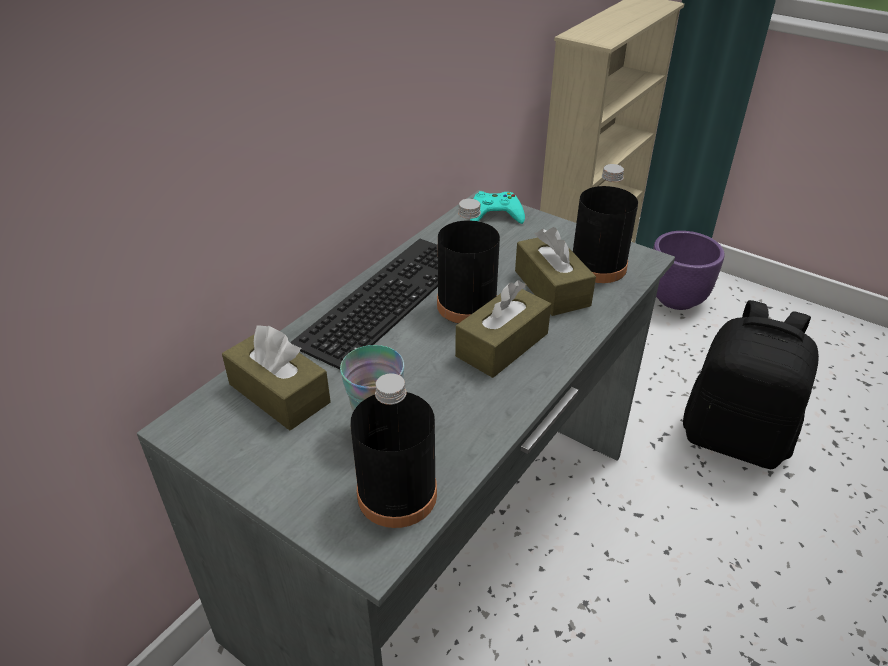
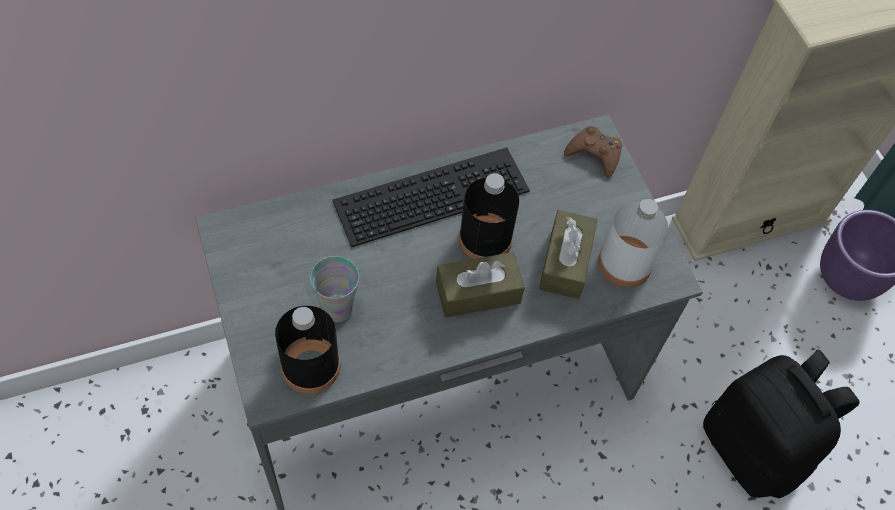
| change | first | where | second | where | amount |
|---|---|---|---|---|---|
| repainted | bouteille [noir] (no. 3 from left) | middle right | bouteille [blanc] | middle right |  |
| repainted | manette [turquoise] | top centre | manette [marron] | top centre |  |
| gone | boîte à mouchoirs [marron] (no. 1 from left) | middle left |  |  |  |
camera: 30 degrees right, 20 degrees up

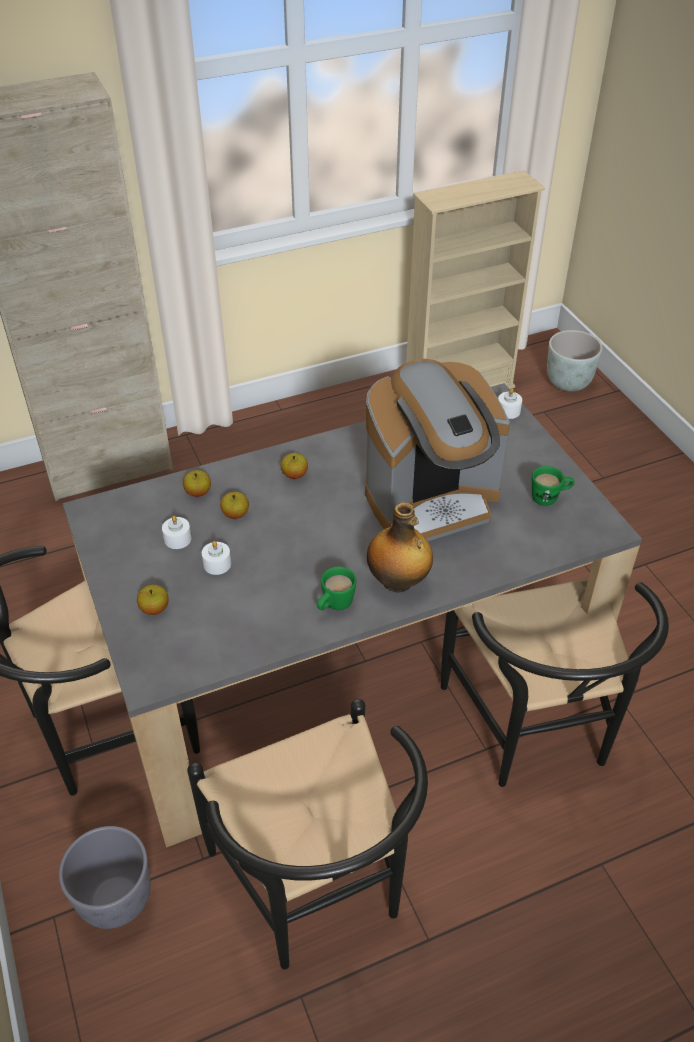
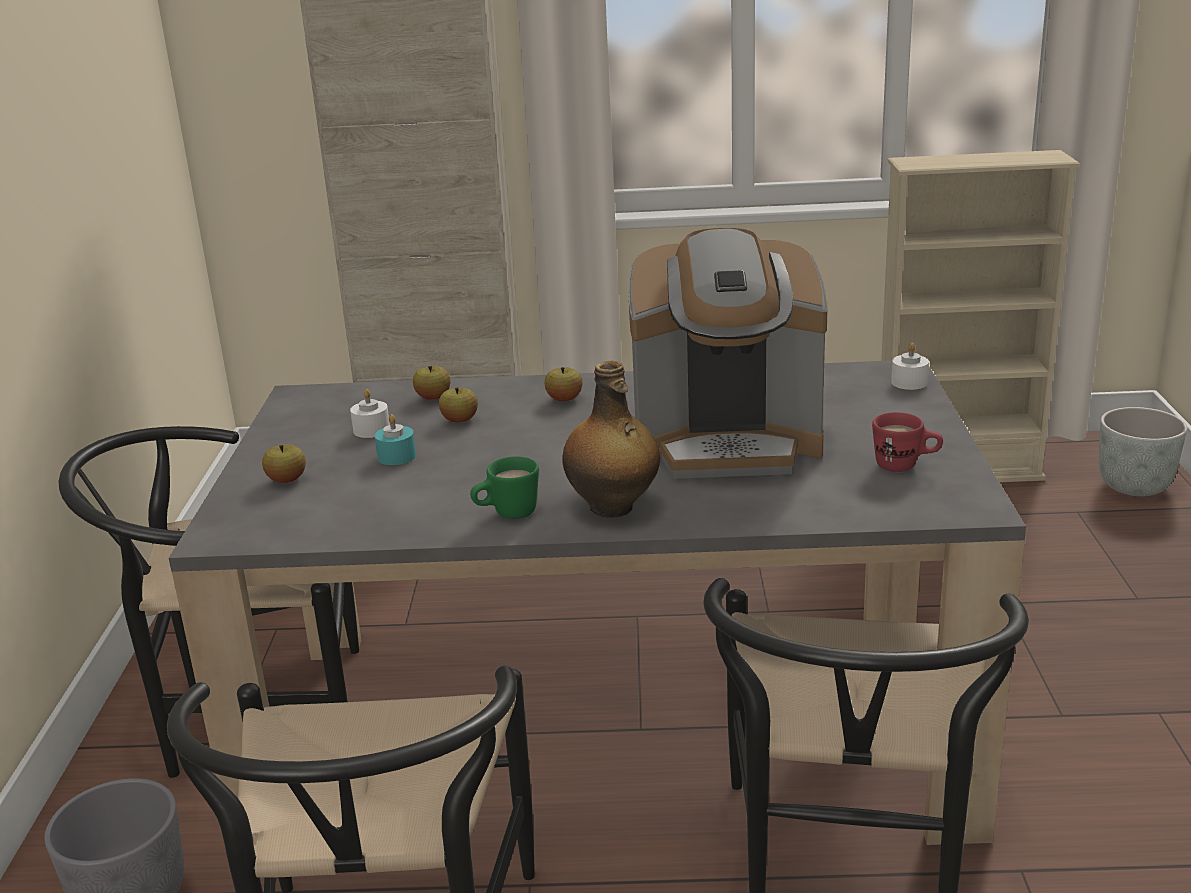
| change | first | where | second | where | amount |
|---|---|---|---|---|---|
| repainted | mug [vert] (no. 2 from left) | middle right | mug [rouge] | middle right |  |
| repainted | bougie [blanc] (no. 2 from left) | middle left | bougie [turquoise] | middle left |  |
camera: 25 degrees right, 20 degrees down

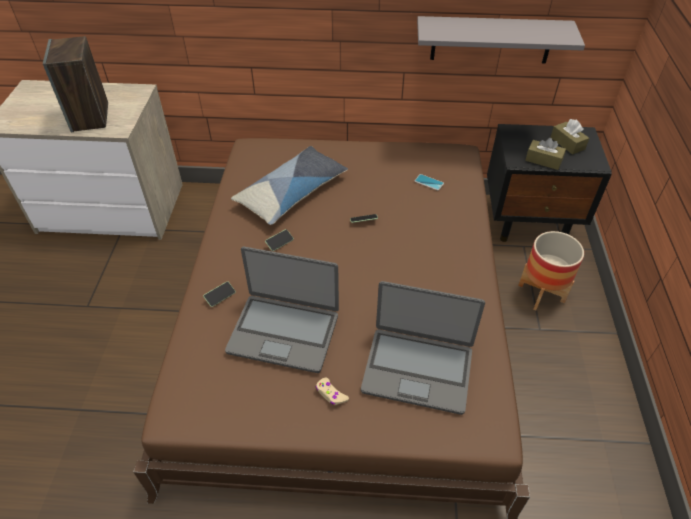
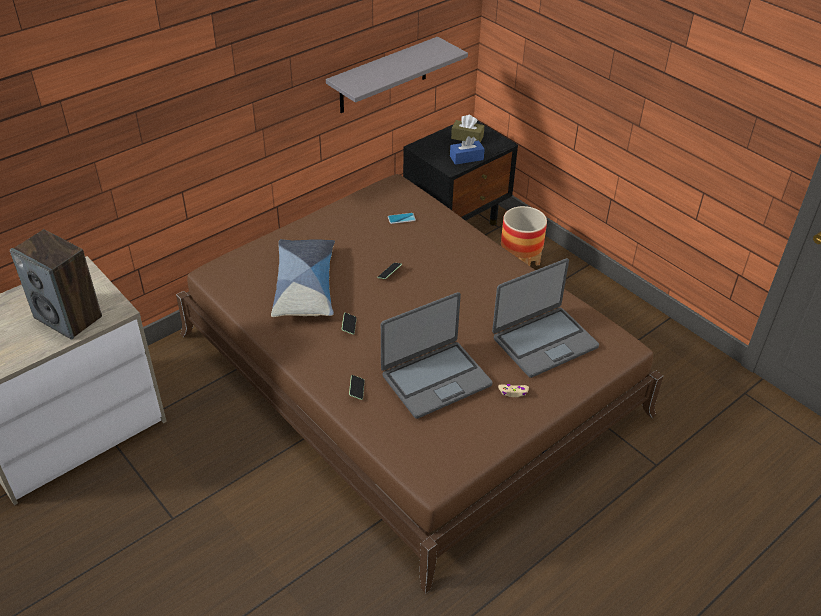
| change | first | where | second | where | amount |
|---|---|---|---|---|---|
| repainted | boîte à mouchoirs [marron] (no. 1 from left) | top right | boîte à mouchoirs [bleu] | top centre |  |
camera: 45 degrees left, 5 degrees down

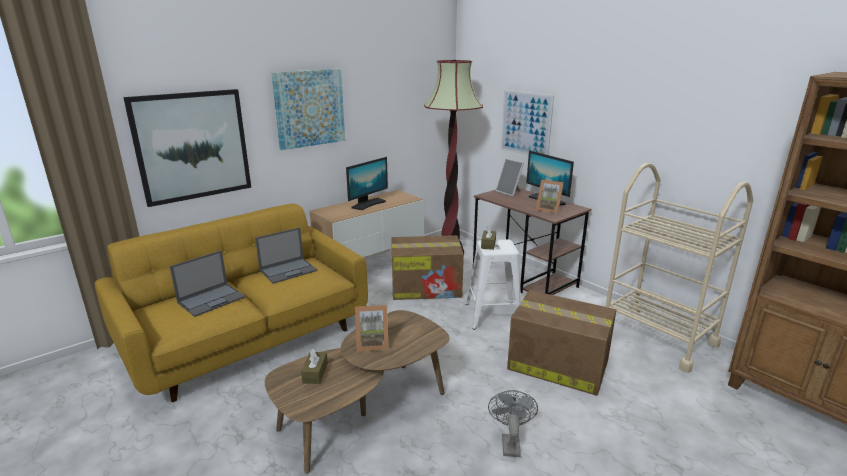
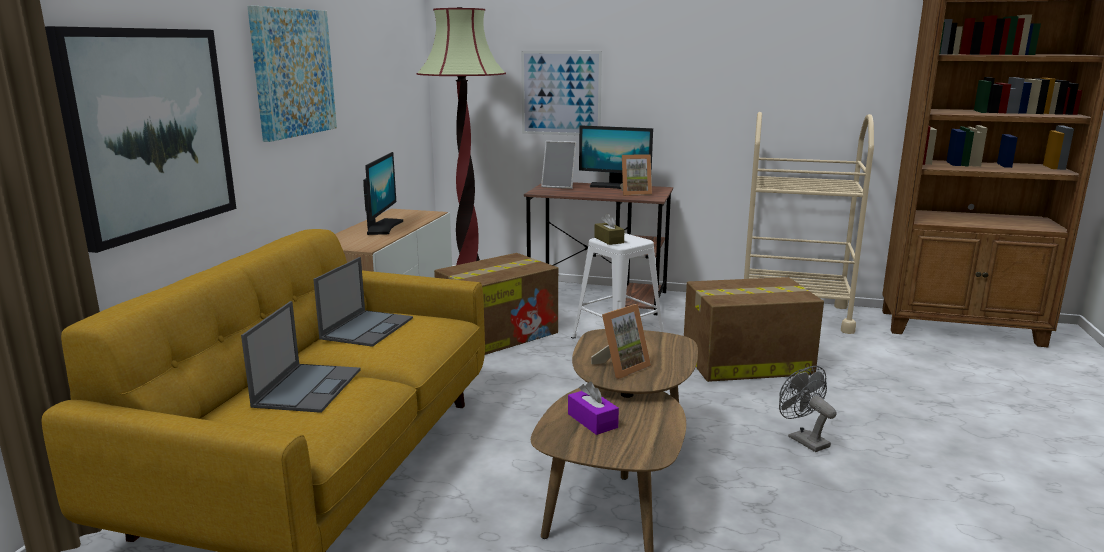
| change | first | where | second | where | amount |
|---|---|---|---|---|---|
| repainted | boîte à mouchoirs [marron] (no. 1 from left) | bottom centre | boîte à mouchoirs [violet] | bottom centre |  |
camera: 35 degrees left, 5 degrees down

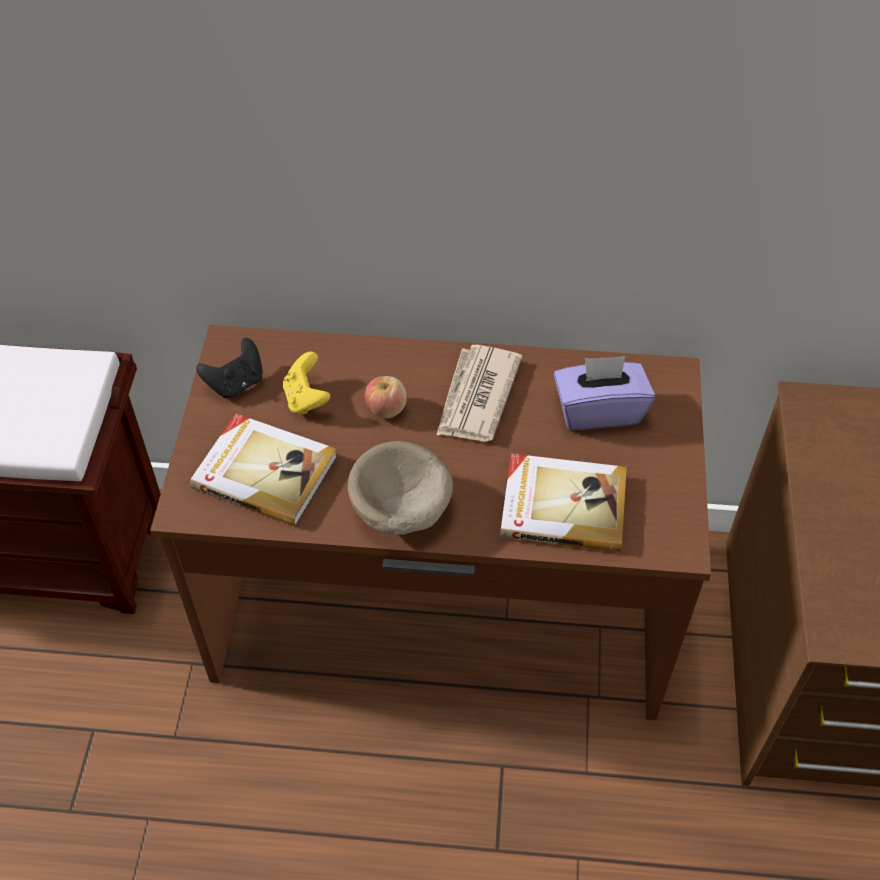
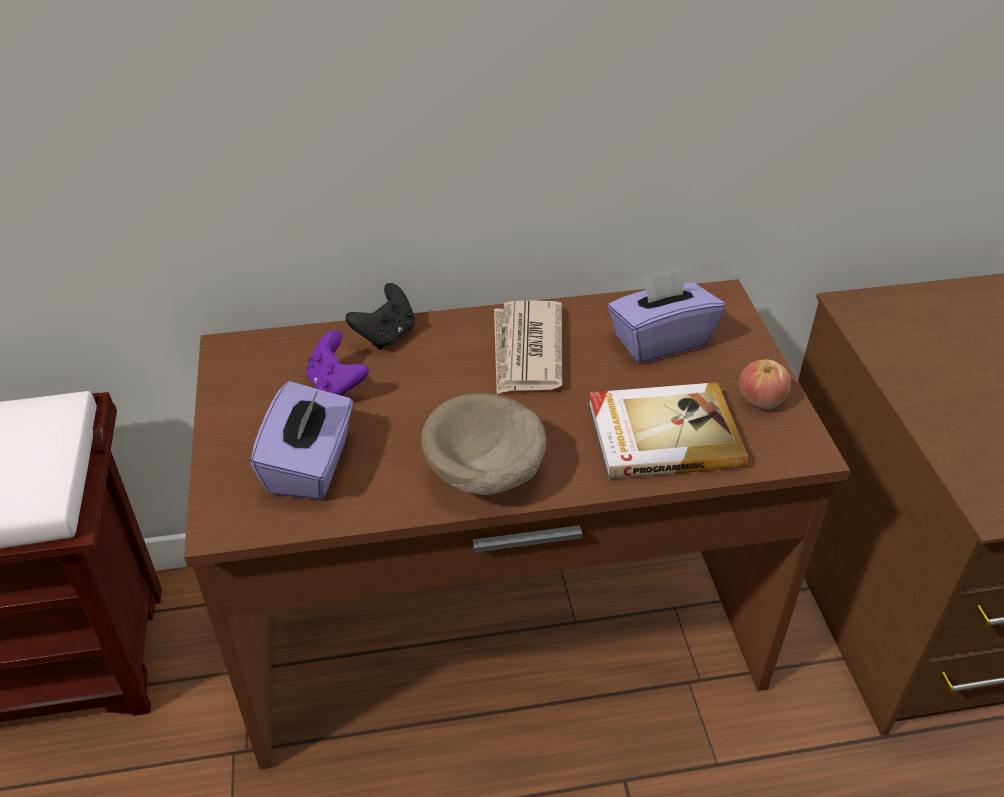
| change | first | where | second | where | amount |
|---|---|---|---|---|---|
| shifted | manette [noir] | middle left |  | centre |  |
| repainted | manette [jaune] | centre | manette [violet] | centre |  |
| shifted | pomme | centre |  | middle right |  |
| swapped | livre (no. 1 from left) | middle left | boîte à mouchoirs [violet] (no. 1 from left) | middle left |  |
camera: 15 degrees left, 10 degrees down

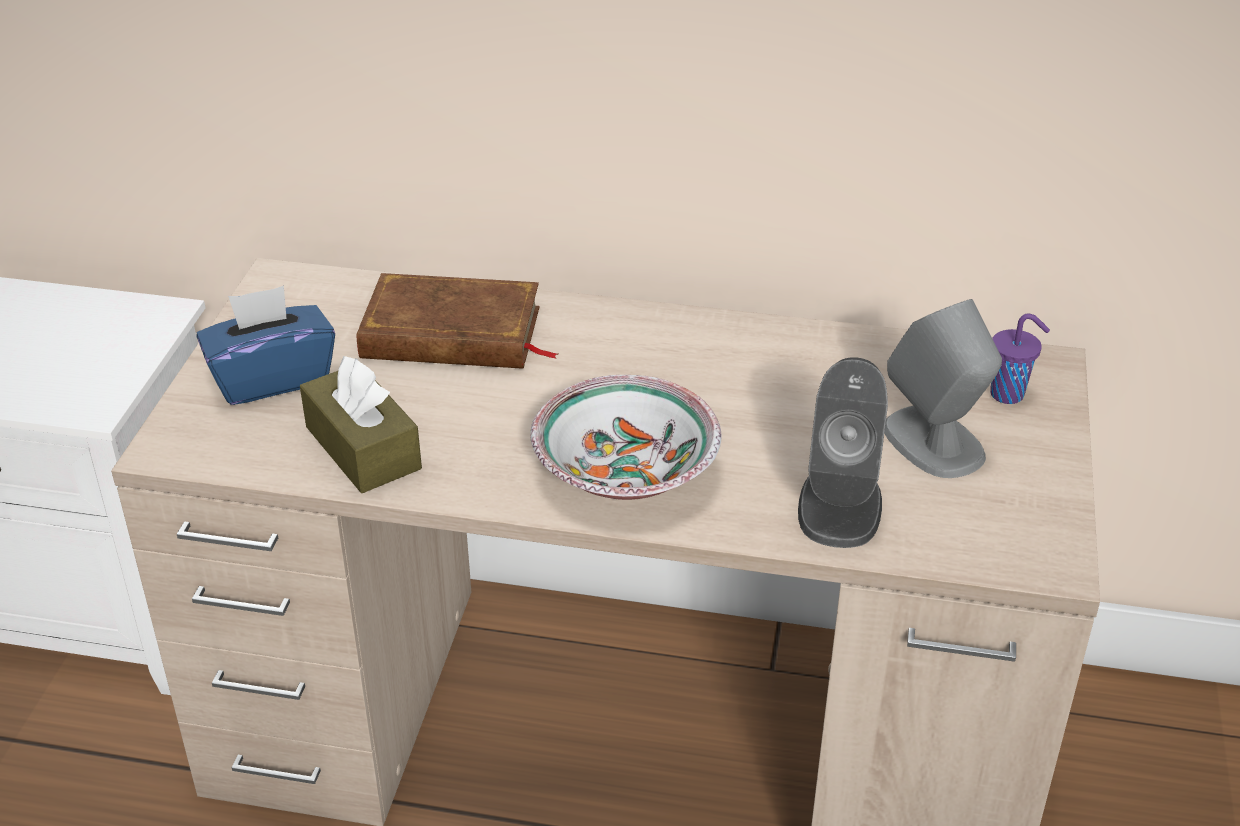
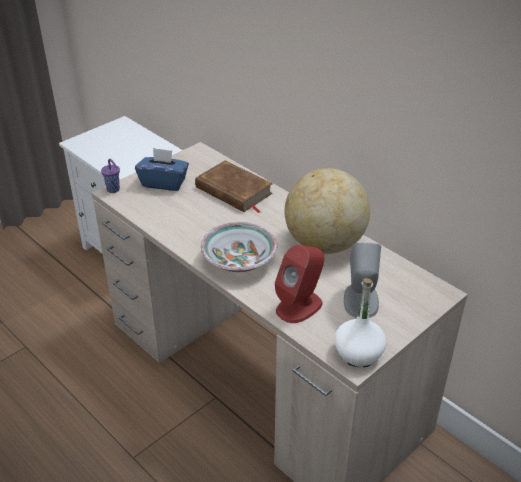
| change | first | where | second | where | amount |
|---|---|---|---|---|---|
| shifted | tasse [violet] | middle right |  | middle left |  |
| gone | boîte à mouchoirs [marron] | middle left |  |  |  |
| repainted | enceinte [gris] (no. 1 from left) | middle right | enceinte [rouge] | centre |  |
| new |  |  | globe | centre |  |
| new |  |  | bouteille [blanc] | bottom right |  |
camera: 35 degrees right, 0 degrees up

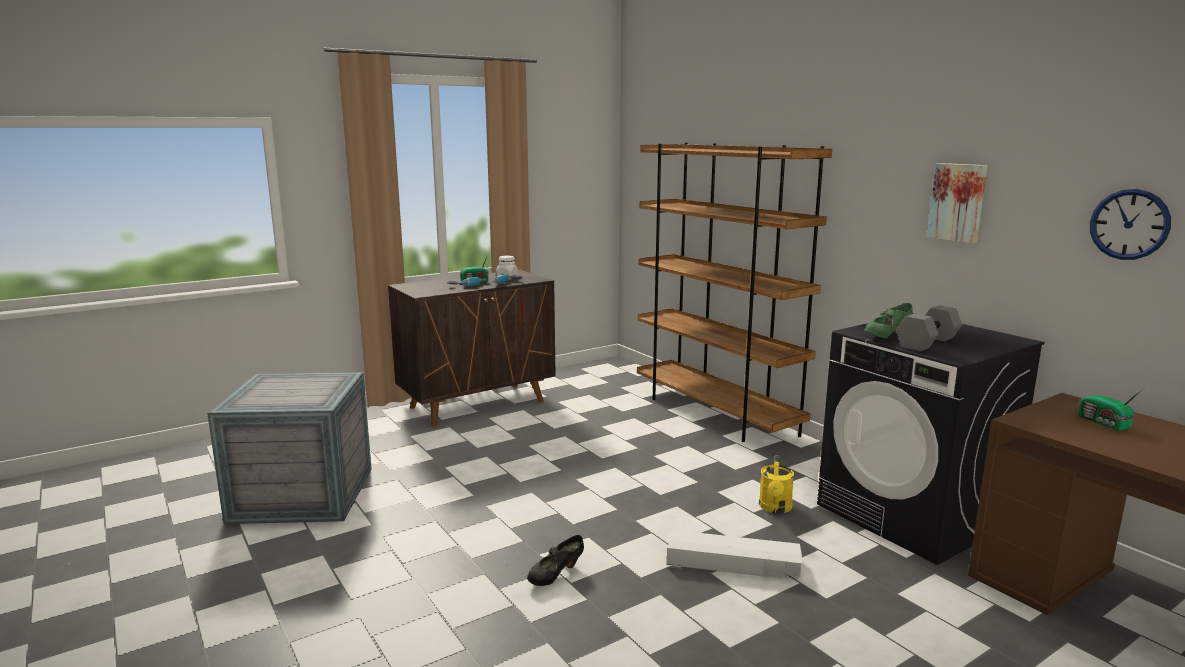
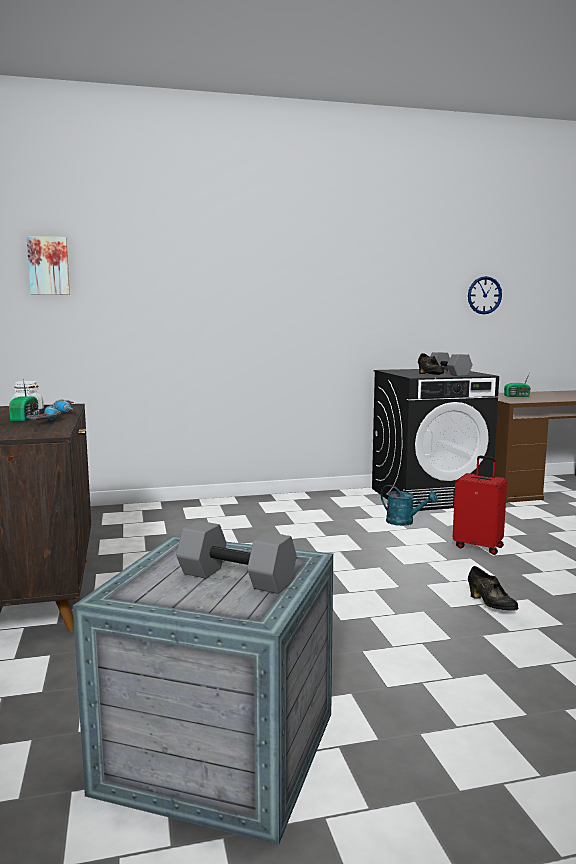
| change | first | where | second | where | amount |
|---|---|---|---|---|---|
| gone | bibliothèque [marron] | centre |  |  |  |
| shifted | tableau | top right |  | top left |  |
| repainted | chaussure [vert] | middle right | chaussure [noir] (no. 1 from left) | middle right |  |
| repainted | arrosoir [jaune] | bottom centre | arrosoir [turquoise] | middle right |  |
| swapped | boîte de rangement [blanc] | bottom centre | valise [rouge] | middle right |  |
| new |  |  | haltère [gris] (no. 1 from left) | centre |  |
camera: 70 degrees left, 5 degrees down

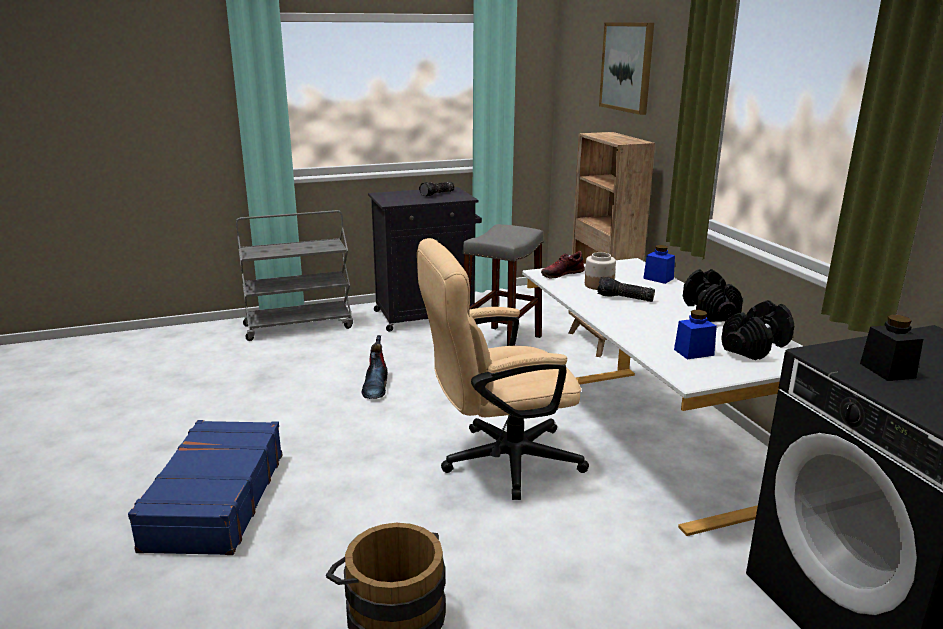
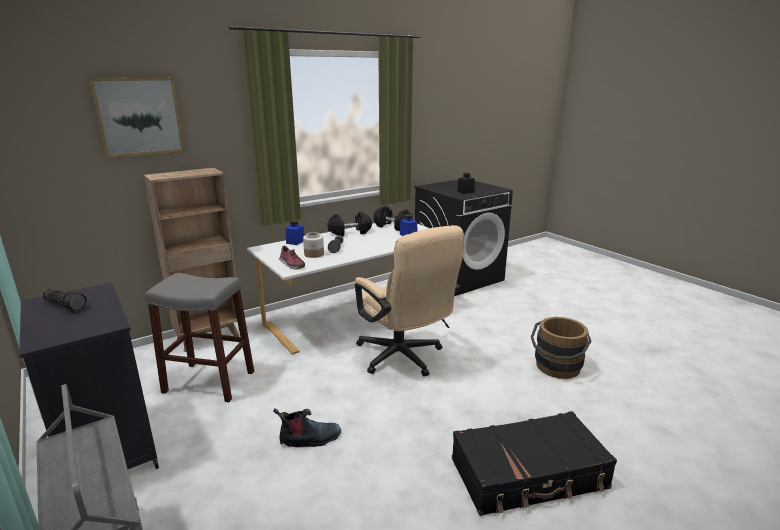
| change | first | where | second | where | amount |
|---|---|---|---|---|---|
| repainted | valise [bleu] | bottom left | valise [noir] | bottom right |  |
camera: 105 degrees left, 0 degrees up

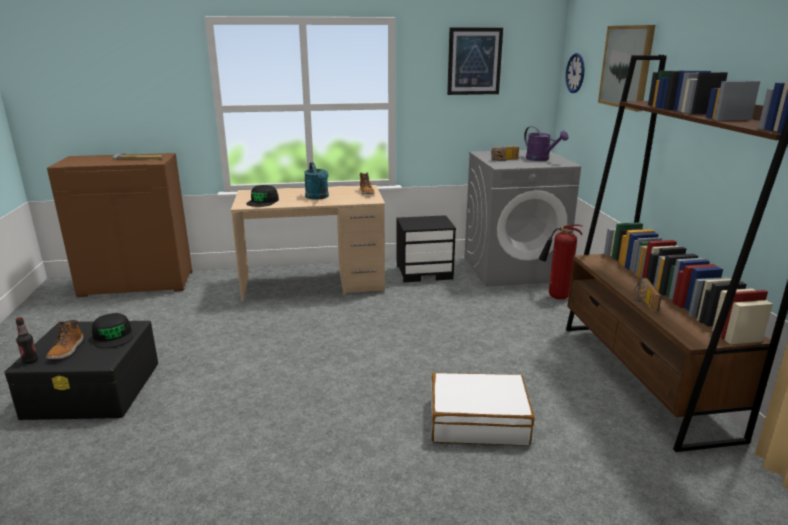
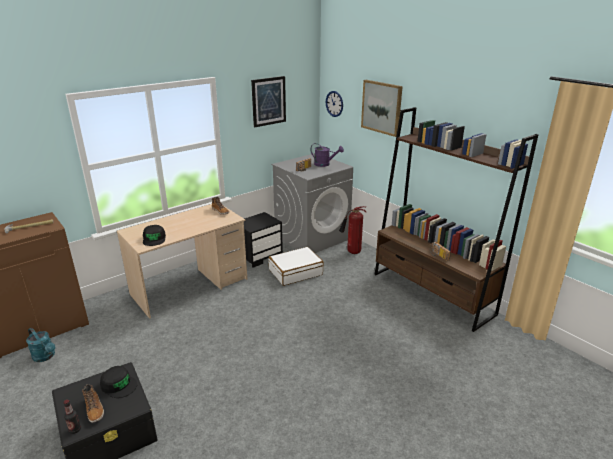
| change | first | where | second | where | amount |
|---|---|---|---|---|---|
| shifted | arrosoir [turquoise] | centre |  | bottom left |  |
| shifted | valise [blanc] | bottom centre |  | centre |  |
camera: 30 degrees left, 5 degrees up

